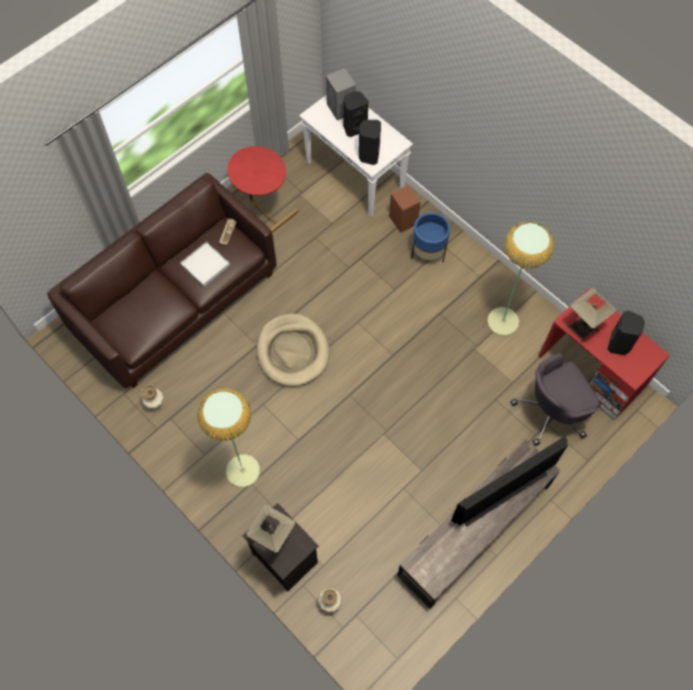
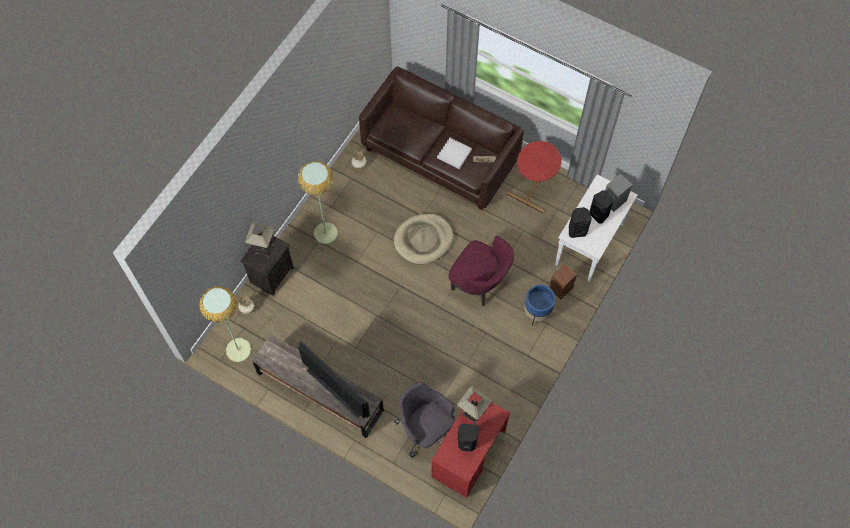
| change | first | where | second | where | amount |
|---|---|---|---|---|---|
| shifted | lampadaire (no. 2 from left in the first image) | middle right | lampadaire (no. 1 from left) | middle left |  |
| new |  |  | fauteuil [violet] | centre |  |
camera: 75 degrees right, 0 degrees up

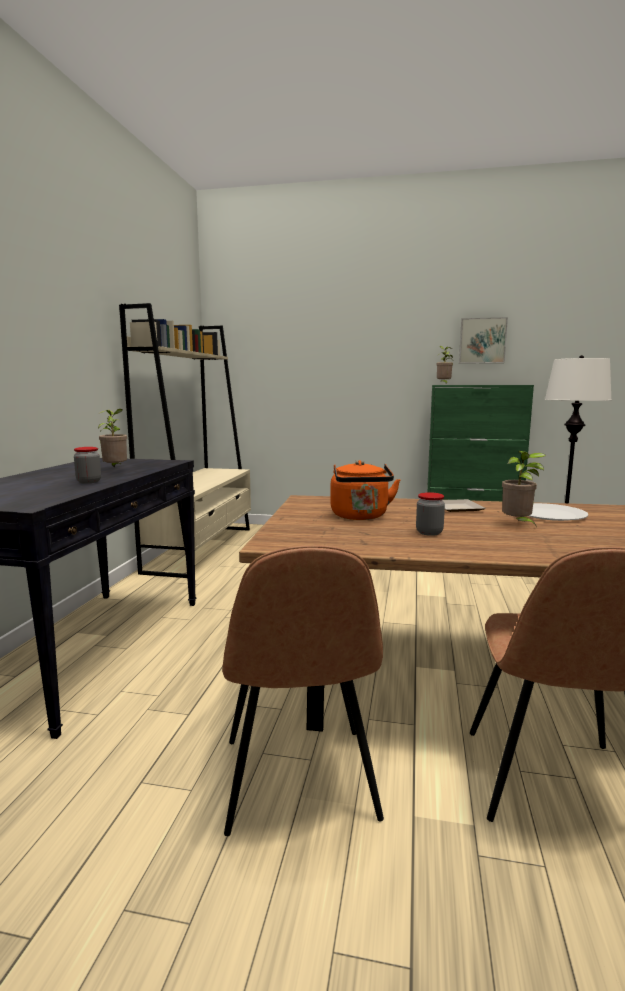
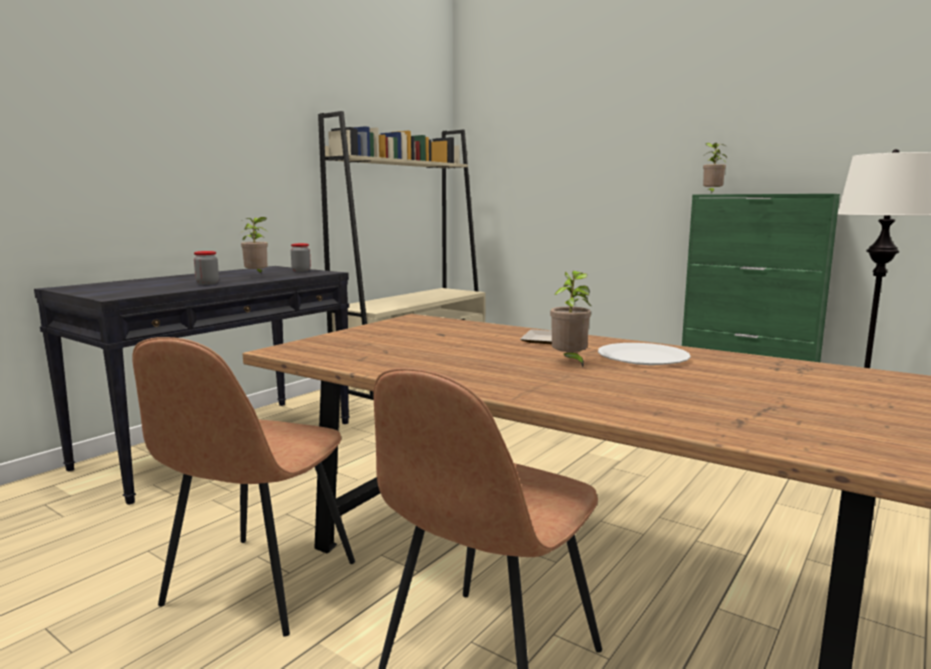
| change | first | where | second | where | amount |
|---|---|---|---|---|---|
| gone | tableau | middle right |  |  |  |
| gone | bouilloire [orange] | centre |  |  |  |
| shifted | bocal (no. 2 from left) | middle right |  | middle left |  |
camera: 25 degrees right, 0 degrees up

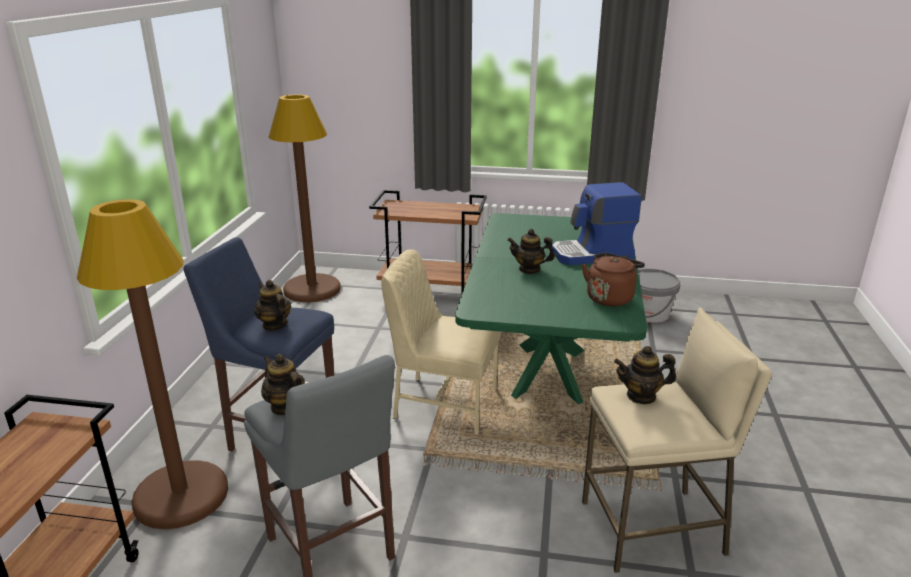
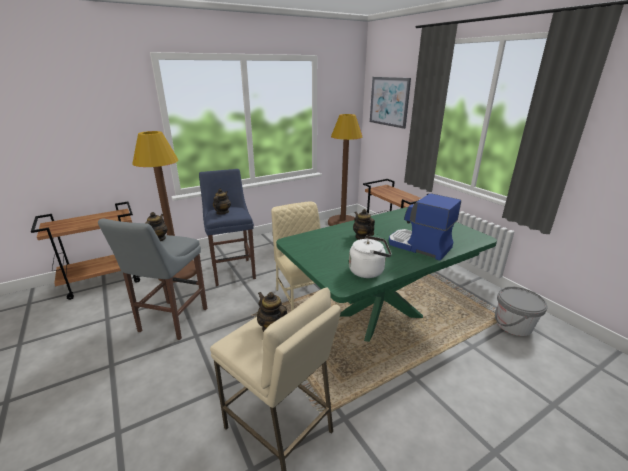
| change | first | where | second | where | amount |
|---|---|---|---|---|---|
| repainted | bouilloire [marron] | middle right | bouilloire [blanc] | centre |  |
| new |  |  | tableau | top centre |  |
camera: 50 degrees right, 0 degrees up

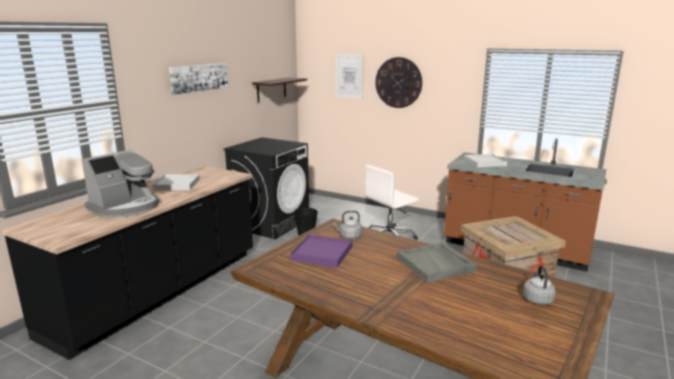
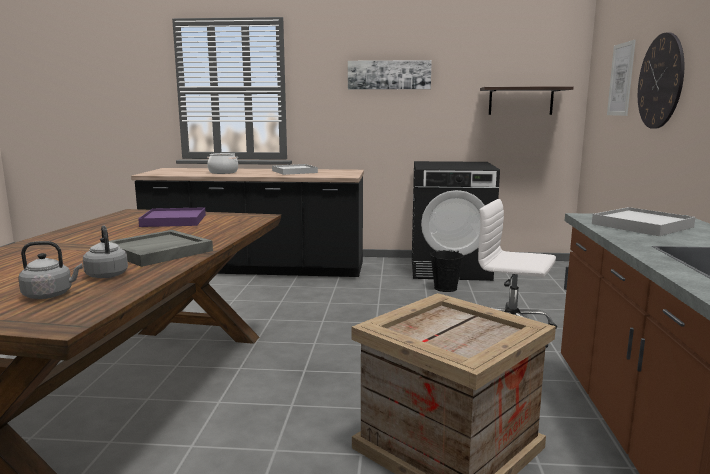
| change | first | where | second | where | amount |
|---|---|---|---|---|---|
| swapped | machine à café | middle left | marmite | middle left |  |
| shifted | bouilloire [gris] (no. 1 from left in the first image) | centre | bouilloire [gris] (no. 2 from left) | middle left |  |
camera: 65 degrees right, 5 degrees down

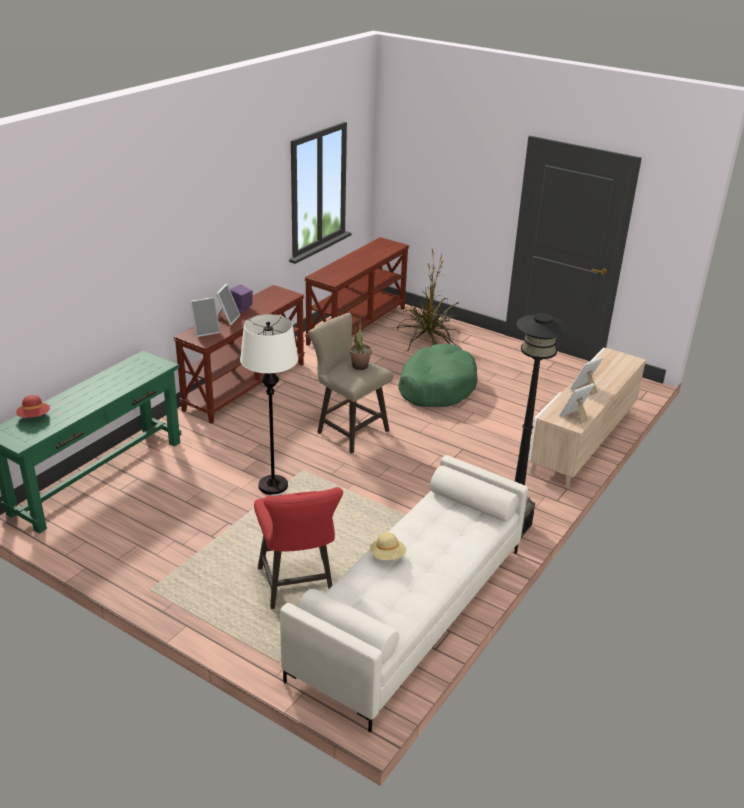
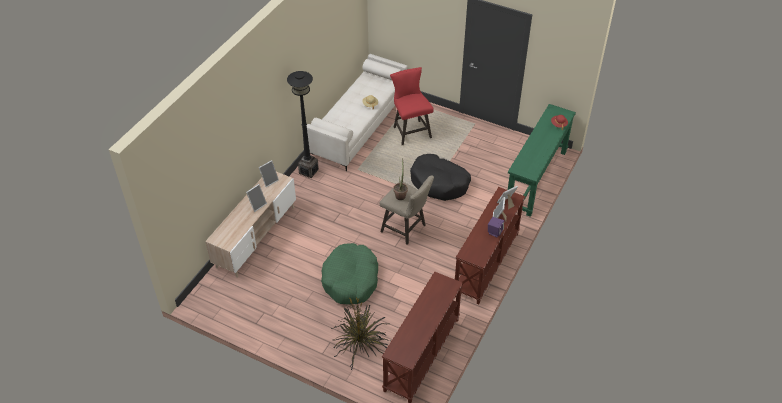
| change | first | where | second | where | amount |
|---|---|---|---|---|---|
| swapped | lampadaire [blanc] | centre | panier pour chien [noir] | centre |  |
camera: 175 degrees right, 15 degrees up

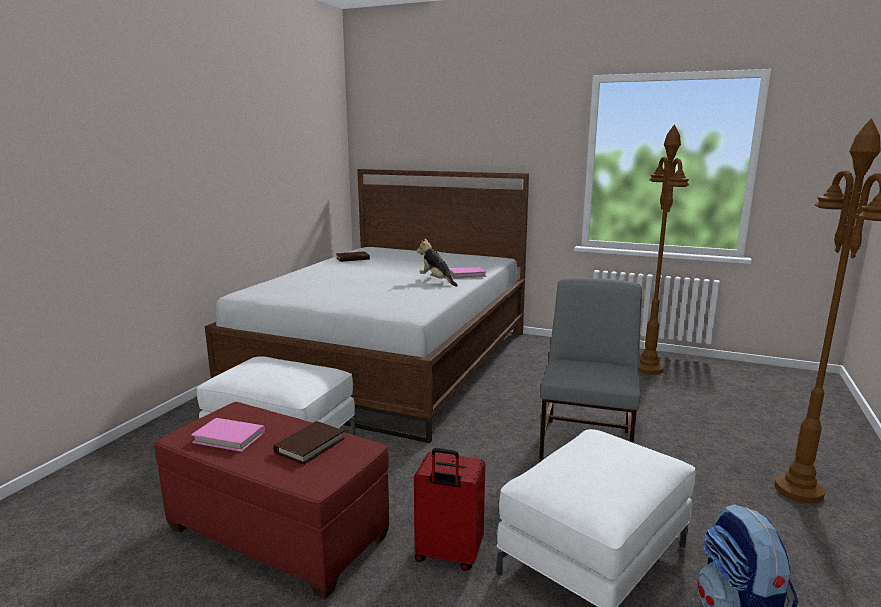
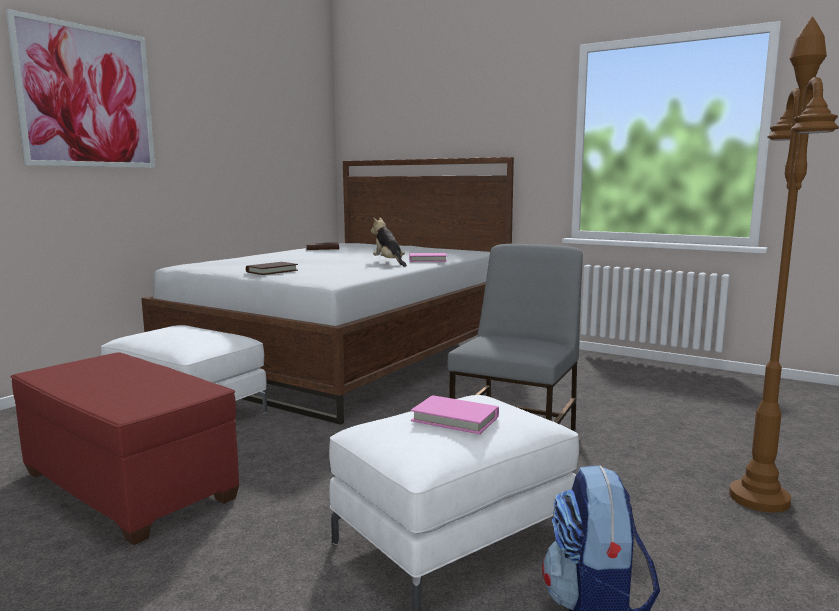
| change | first | where | second | where | amount |
|---|---|---|---|---|---|
| gone | lampadaire [marron] (no. 1 from left) | middle right |  |  |  |
| shifted | livre [rose] (no. 1 from left in the first image) | bottom left | livre [rose] (no. 2 from left) | bottom centre |  |
| shifted | livre [marron] (no. 1 from left) | bottom centre |  | middle left |  |
| gone | valise [rouge] | bottom centre |  |  |  |
| new |  |  | tableau | top left |  |
camera: 10 degrees right, 5 degrees down

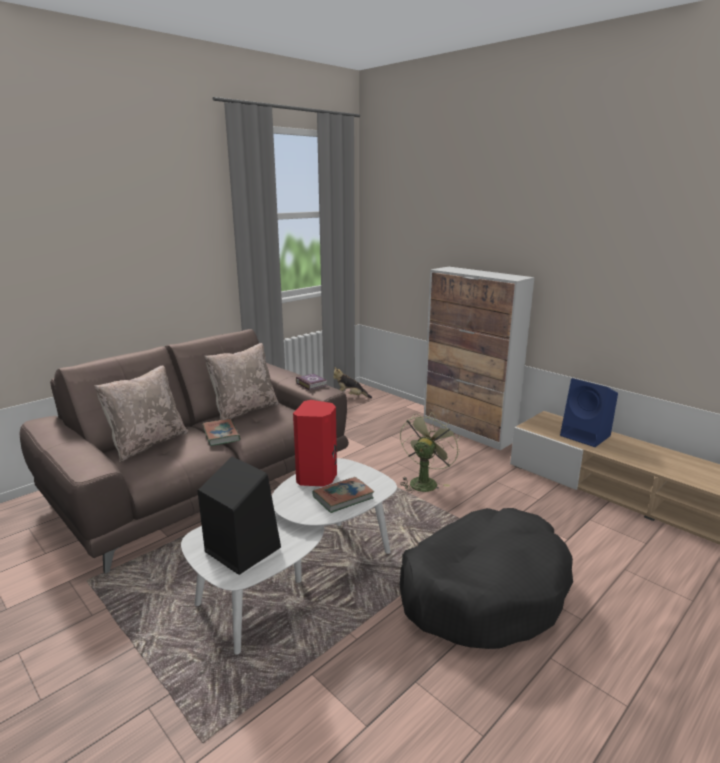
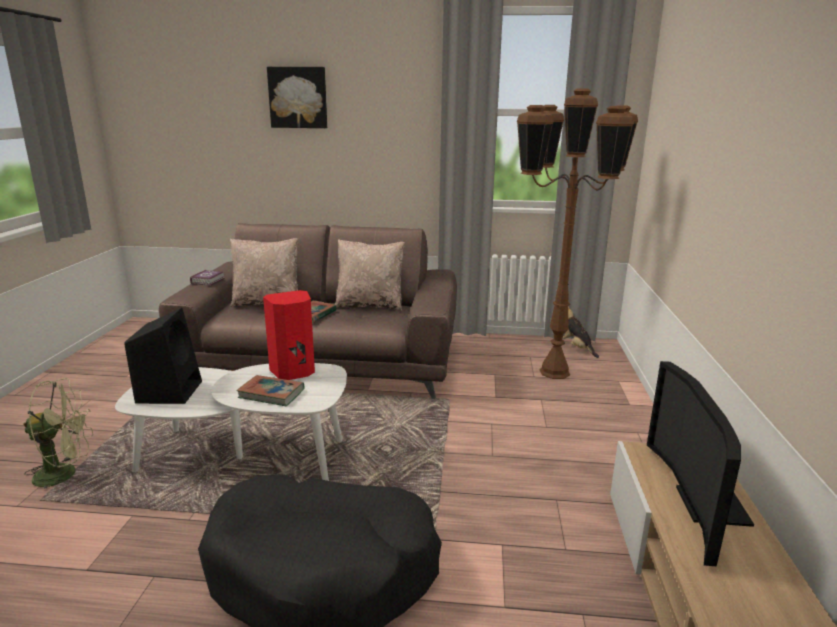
| change | first | where | second | where | amount |
|---|---|---|---|---|---|
| gone | meuble de rangement | centre |  |  |  |
| shifted | livre (no. 2 from left in the first image) | centre | livre (no. 1 from left) | middle left |  |
| swapped | enceinte [bleu] | middle right | téléviseur | bottom right |  |
| shifted | ventilateur [vert] | centre |  | bottom left |  |
| new |  |  | tableau | top centre |  |
| new |  |  | lampadaire [marron] | middle right |  |
camera: 50 degrees right, 0 degrees up

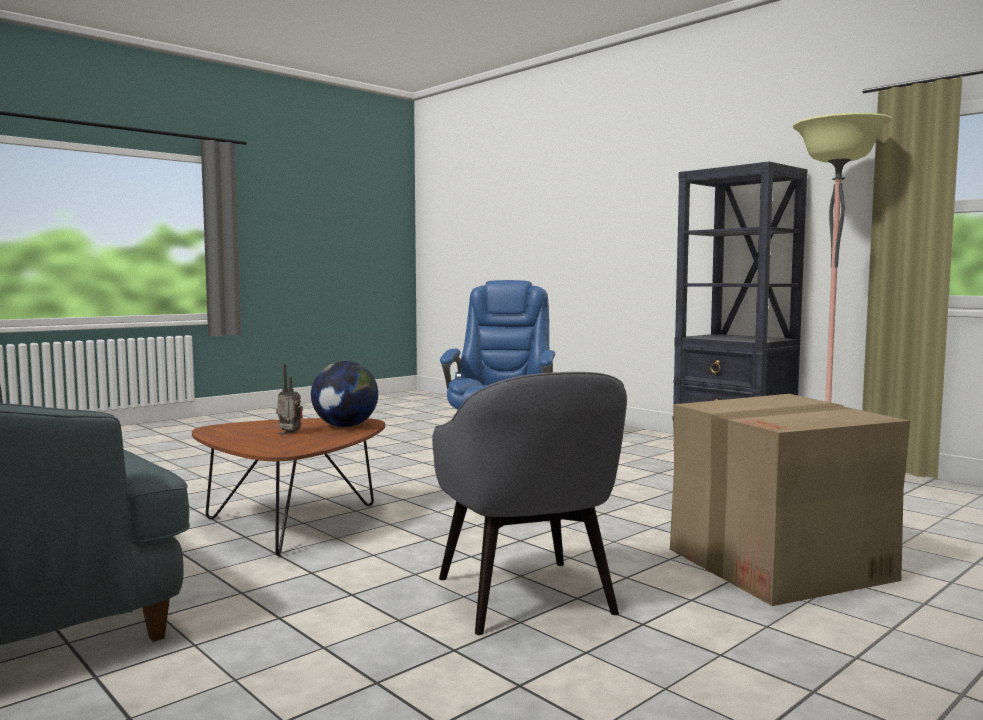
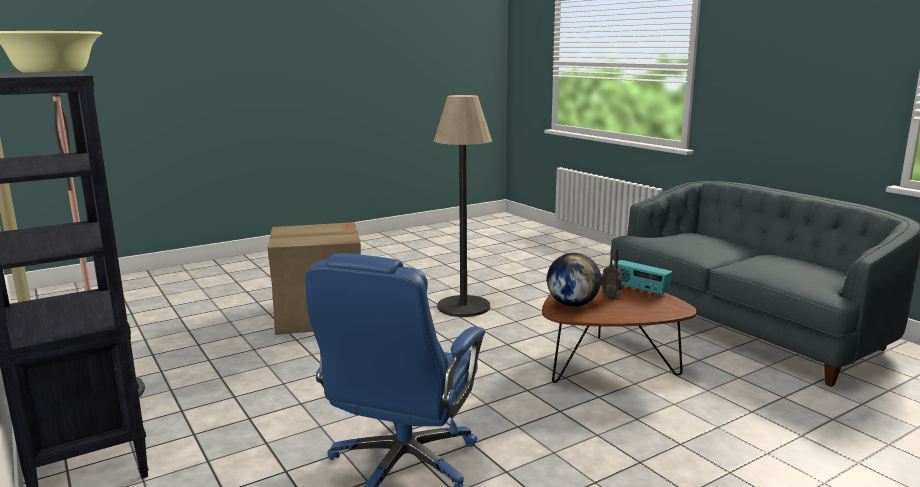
| change | first | where | second | where | amount |
|---|---|---|---|---|---|
| swapped | fauteuil [gris] | bottom centre | lampadaire (no. 2 from left) | centre |  |
| new |  |  | radio (no. 2 from left) | middle right |  |
camera: 170 degrees left, 10 degrees up

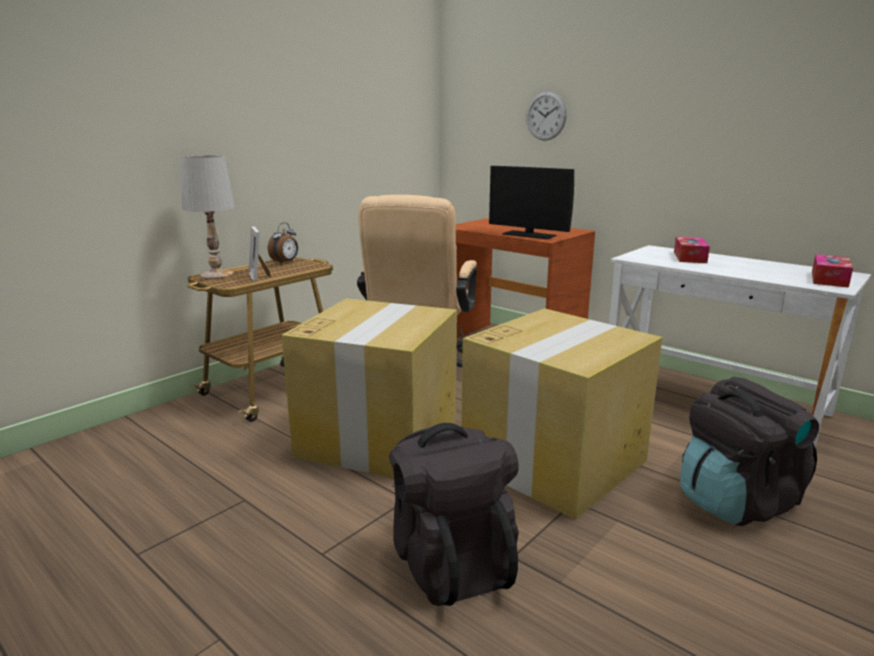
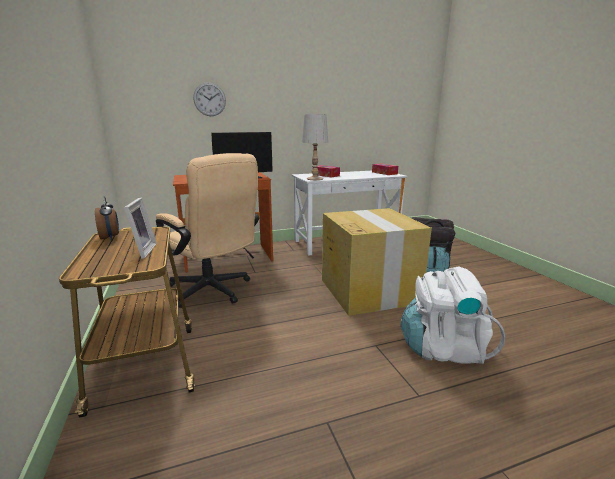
| change | first | where | second | where | amount |
|---|---|---|---|---|---|
| shifted | lampe de table [blanc] | top left |  | top centre |  |
| rotated | cadre photo | middle left |  | middle left | 105 degrees counterclockwise |
| gone | carton (no. 1 from left) | centre |  |  |  |
| repainted | sac à dos [noir] (no. 1 from left) | bottom centre | sac à dos [blanc] | middle right |  |
camera: 60 degrees left, 0 degrees up

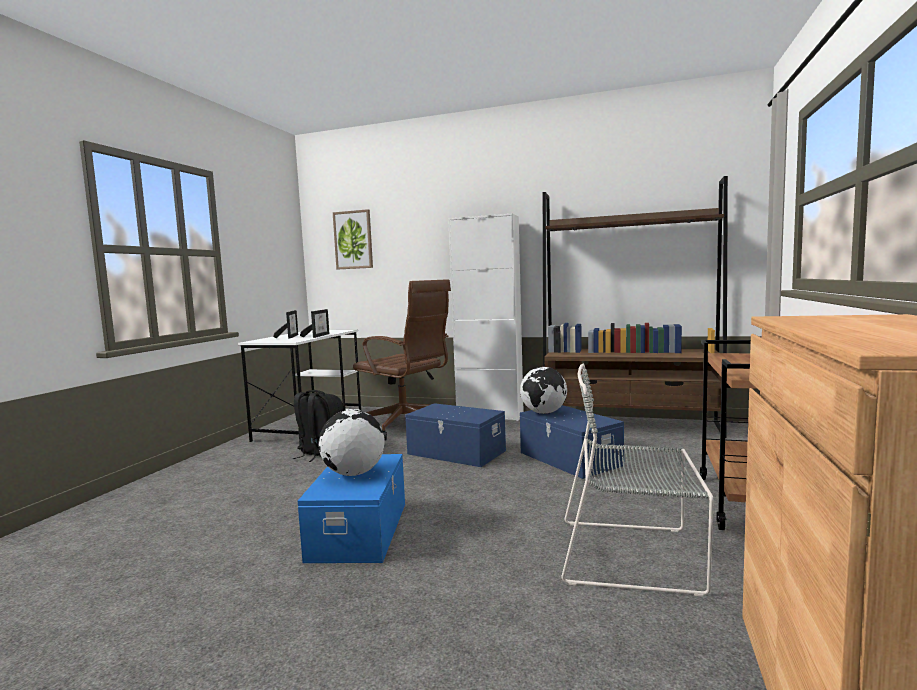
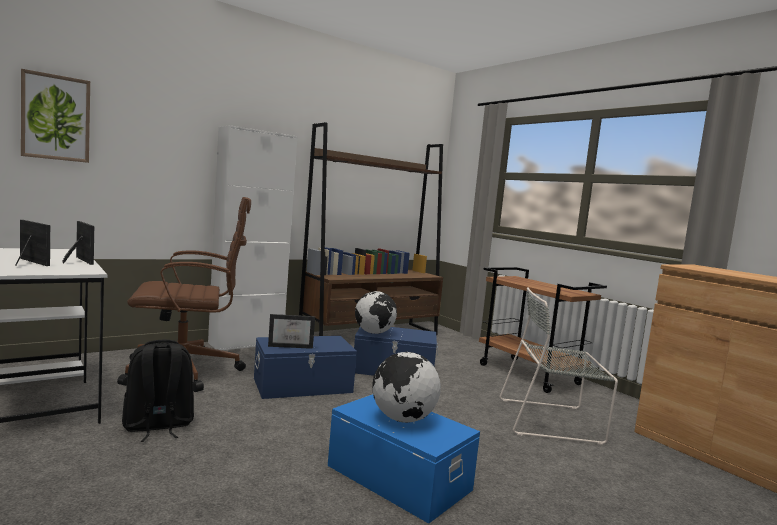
| change | first | where | second | where | amount |
|---|---|---|---|---|---|
| rotated | chaise [gris] | bottom right |  | bottom right | 45 degrees clockwise |
| new |  |  | cadre photo (no. 3 from left) | centre |  |
camera: 55 degrees left, 0 degrees up

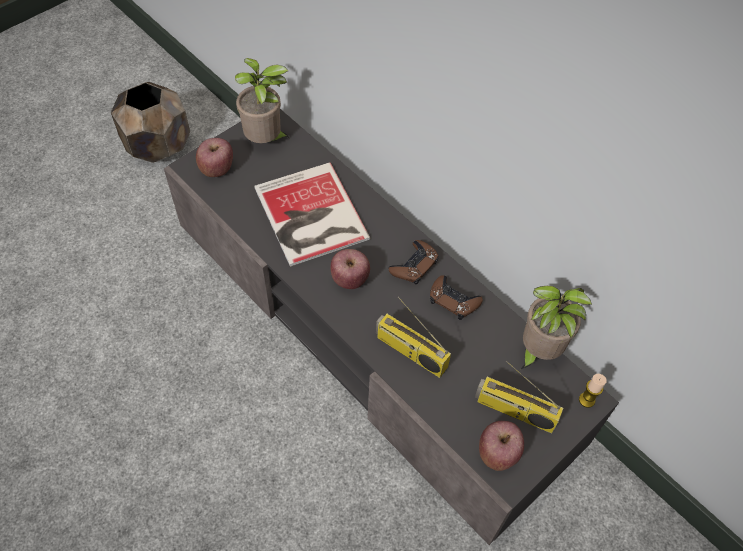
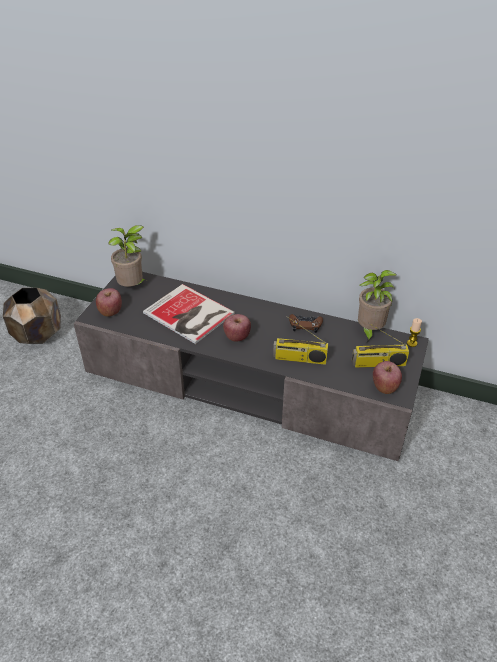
| change | first | where | second | where | amount |
|---|---|---|---|---|---|
| gone | manette [marron] (no. 1 from left) | centre |  |  |  |
camera: 25 degrees left, 15 degrees down

